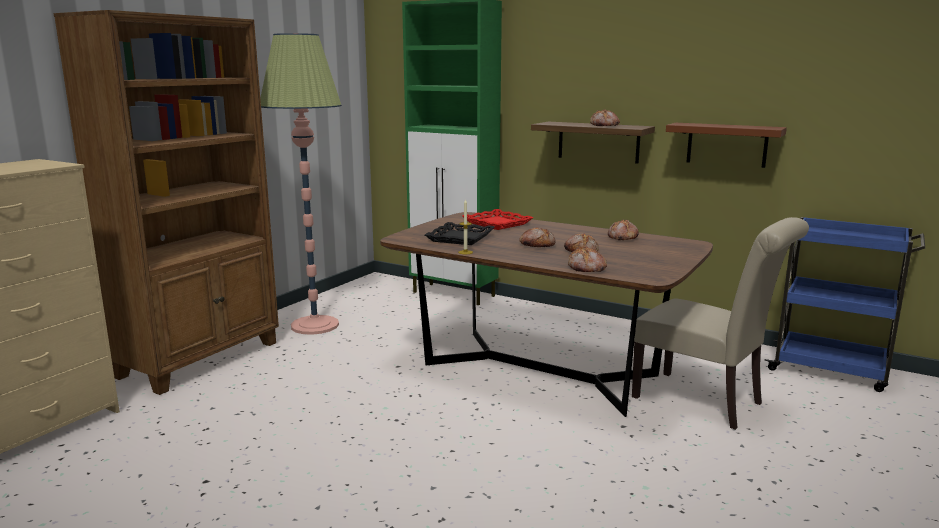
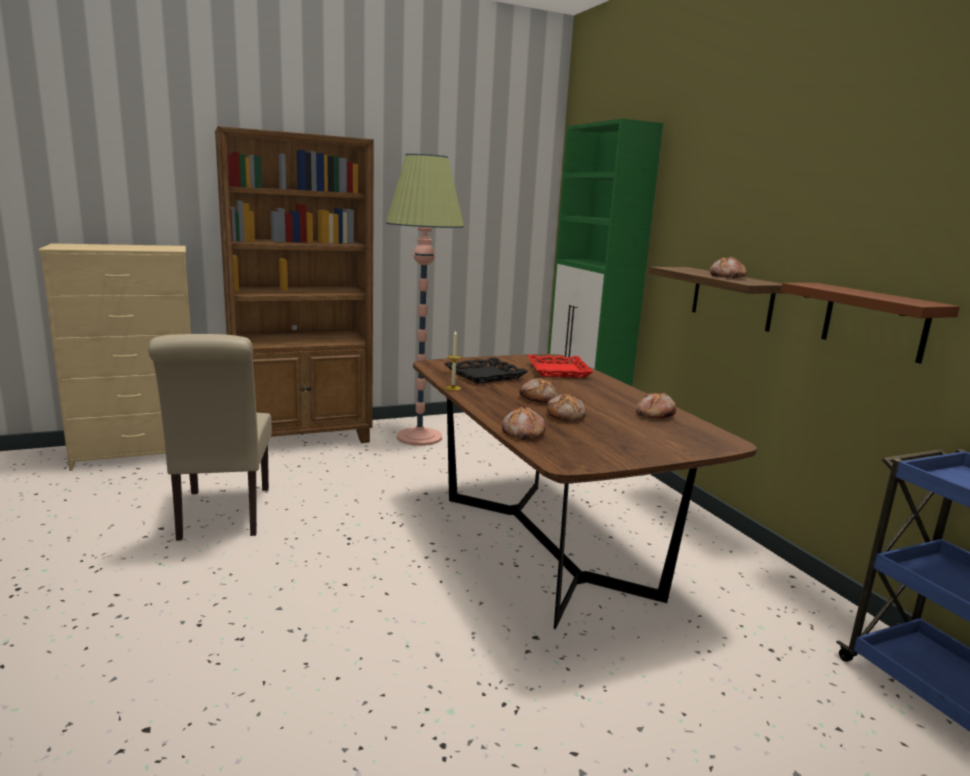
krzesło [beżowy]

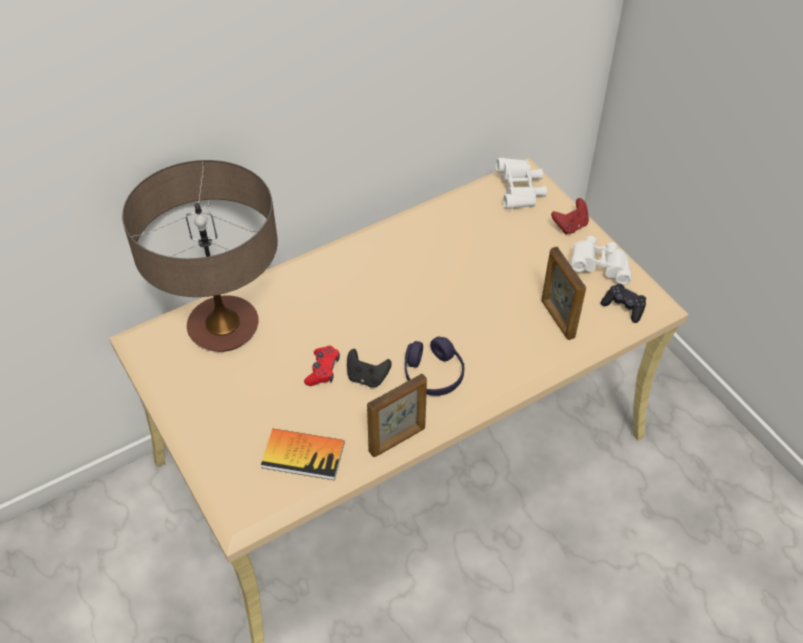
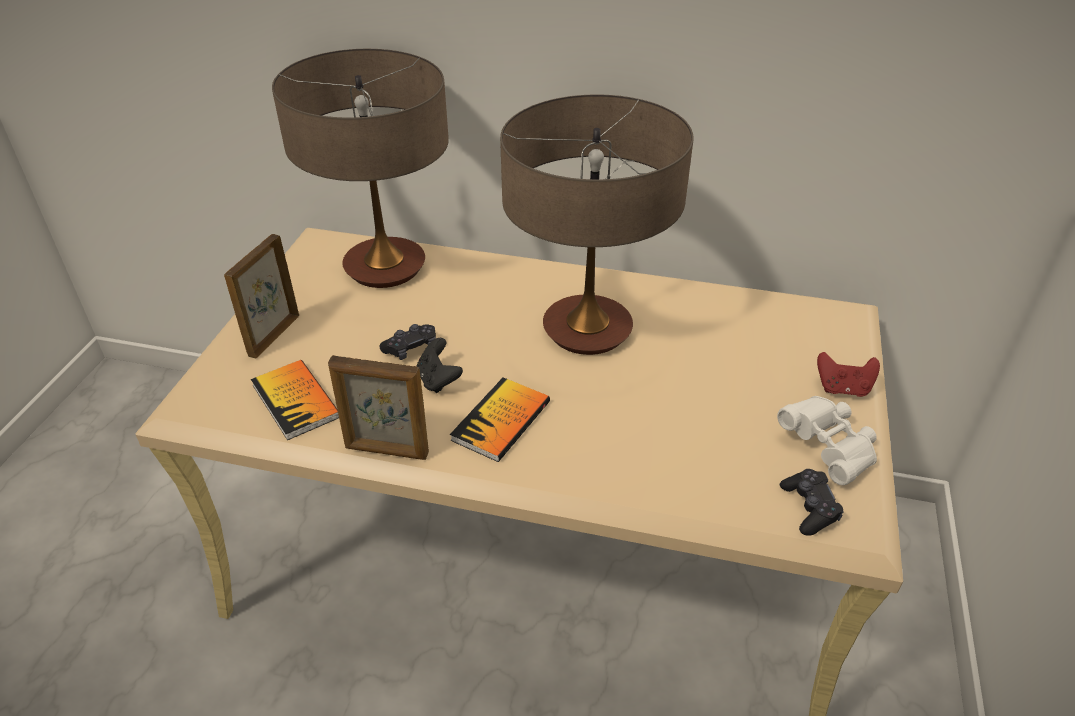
pad do gier [czarny] (1st from left); książka (2nd from left); lornetka [biały] (1st from left in the first image); ramka na zdjęcie (1st from left); lampa stołowa (2nd from left)

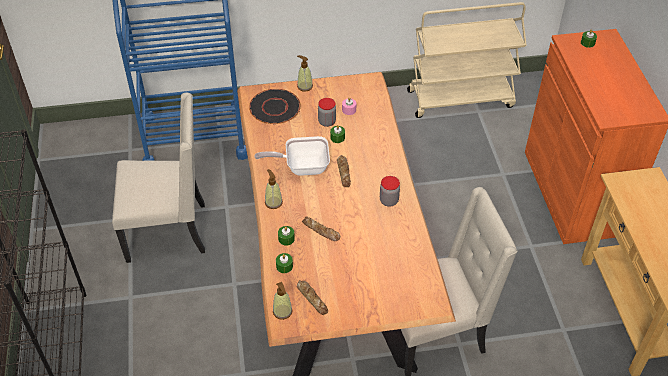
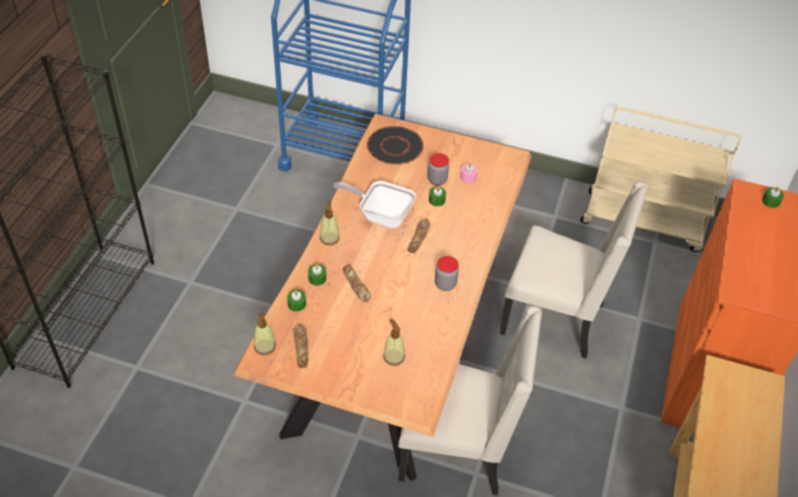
krzesło [beżowy] (2nd from left); dozownik mydła (3rd from left)

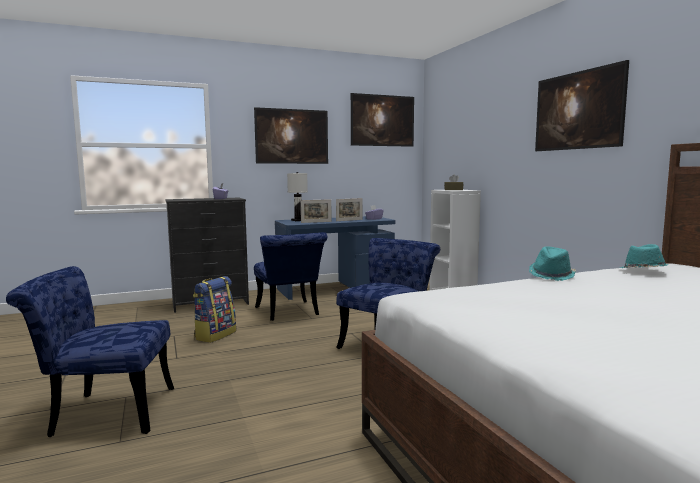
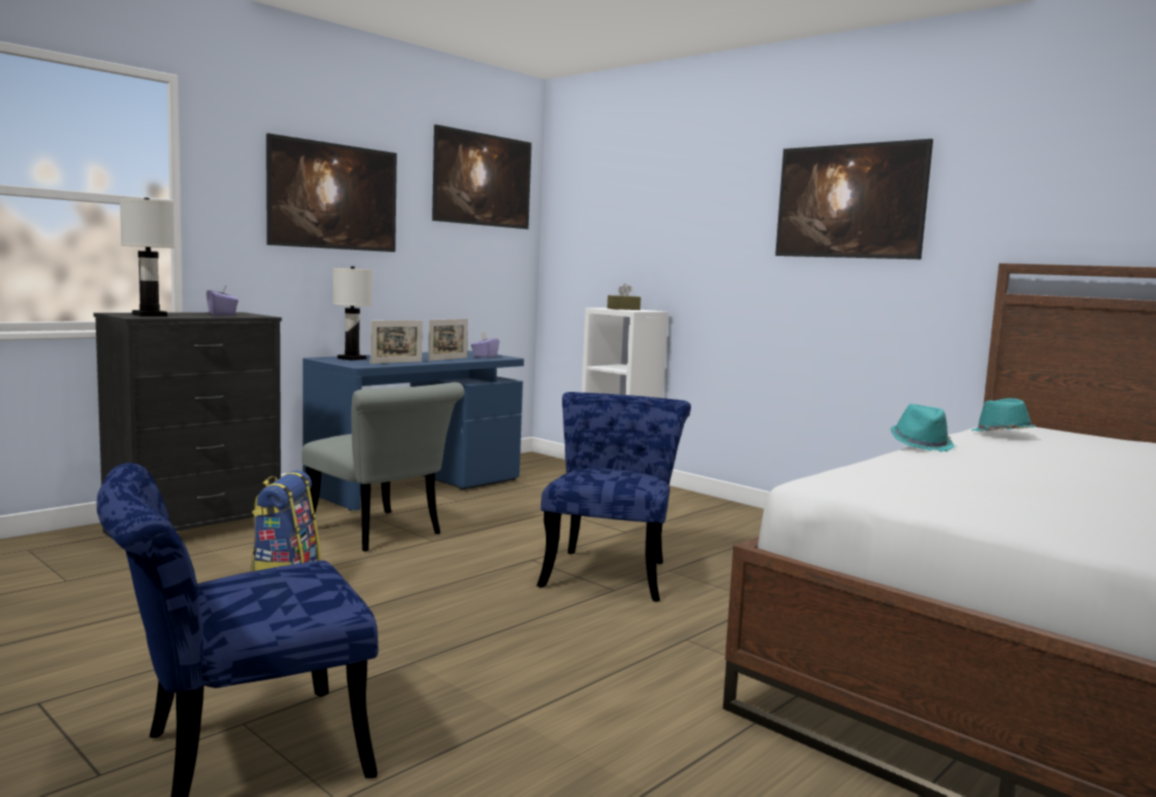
krzesło [szary]; lampa stołowa [biały] (1st from left)

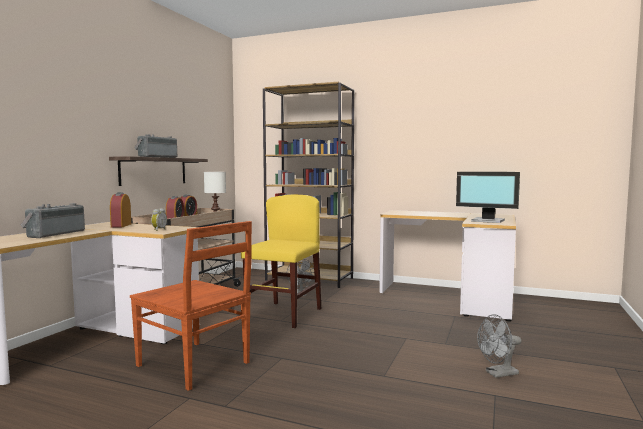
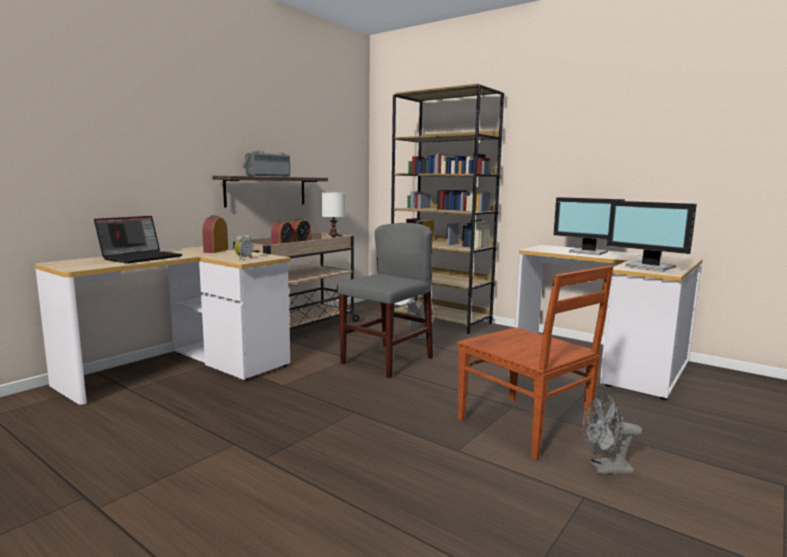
laptop; krzesło [brązowy]; krzesło [szary]; monitor (1st from left)

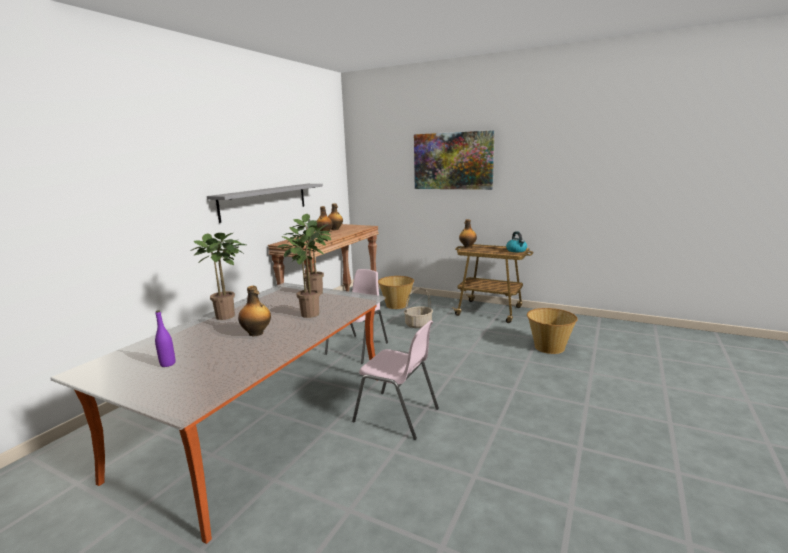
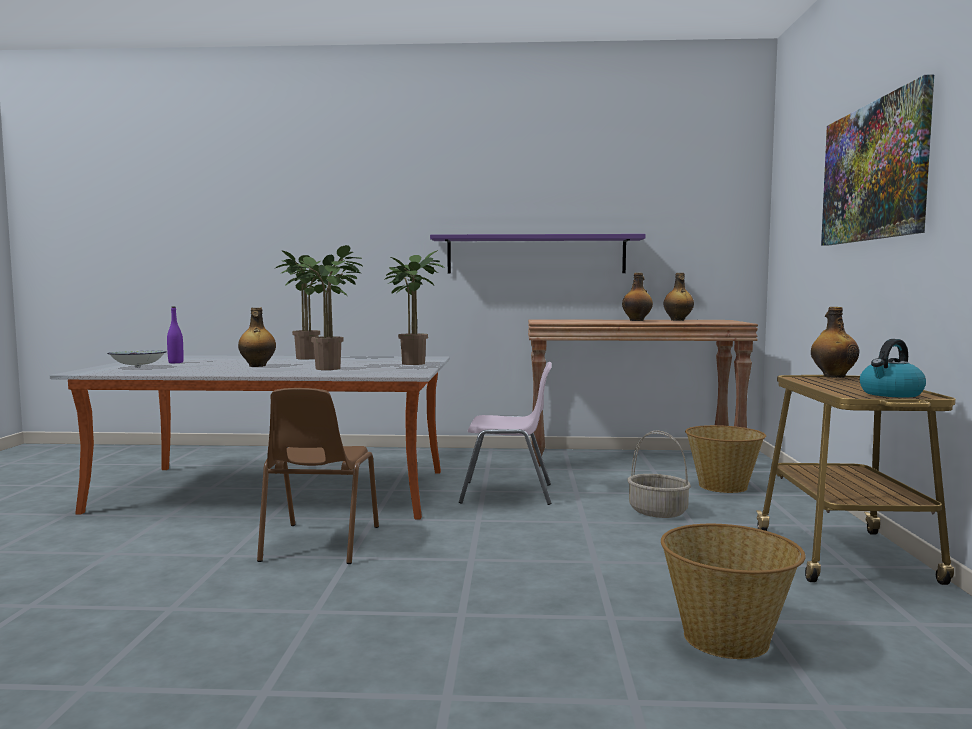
półka [fioletowy]; krzesło [brązowy]; miska

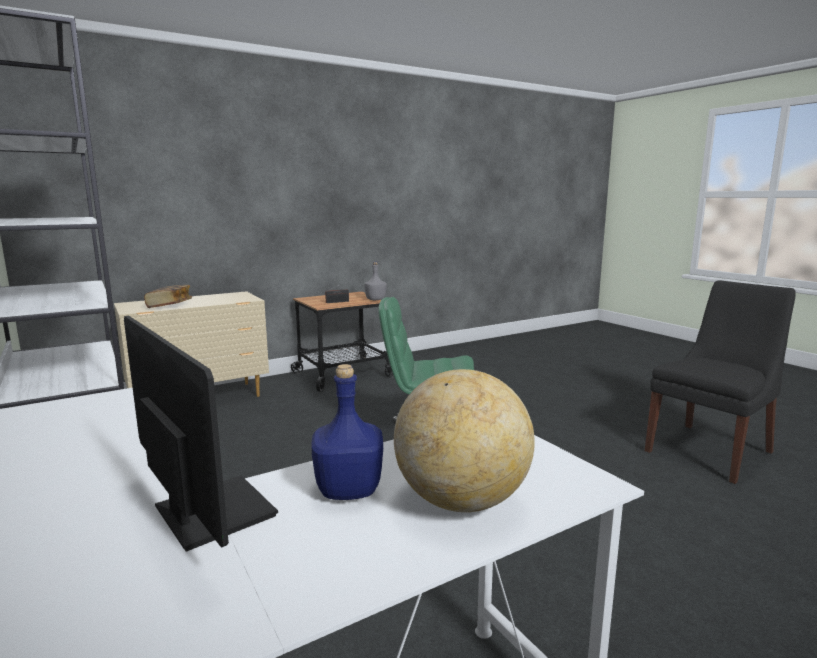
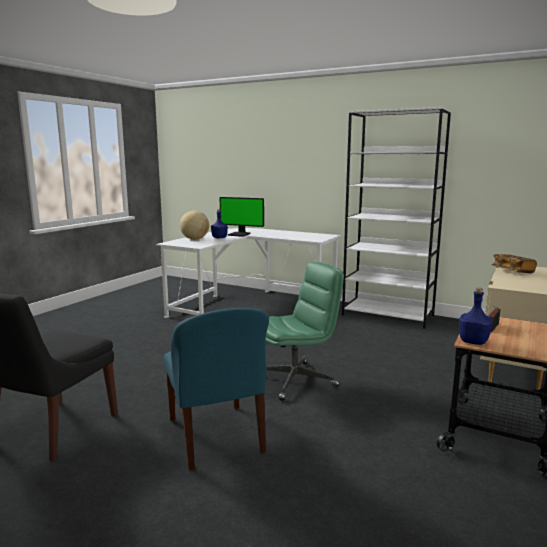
butelka [niebieski] (2nd from left); krzesło [niebieski]

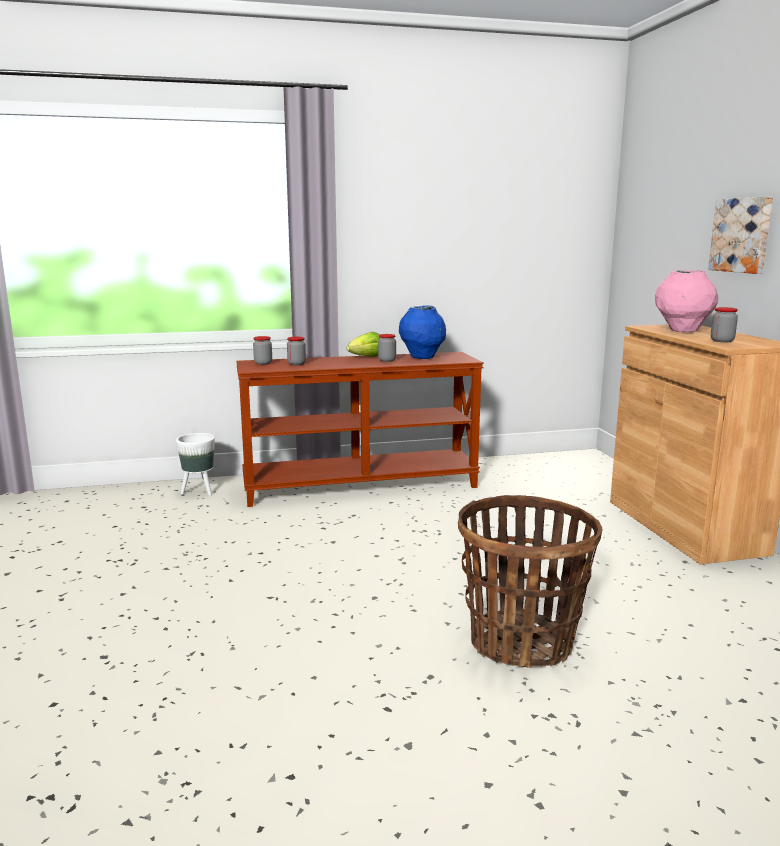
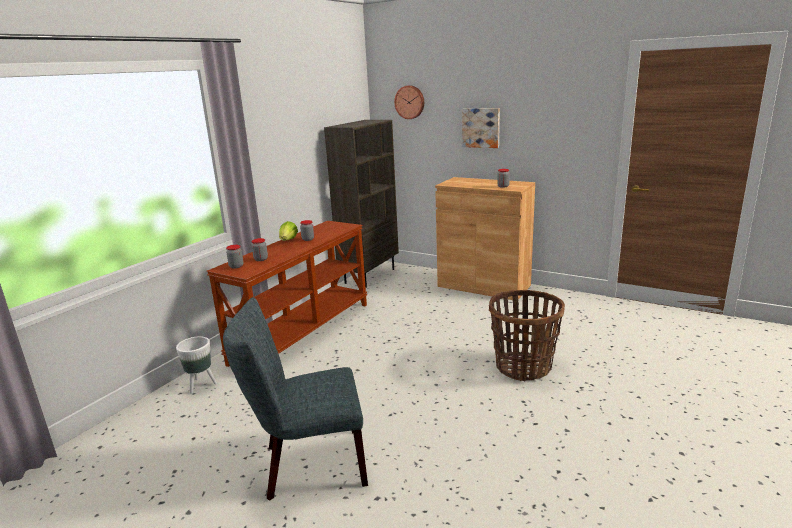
wazon [niebieski]; wazon [różowy]; krzesło [szary]; regał [brązowy]; zegar ścienny

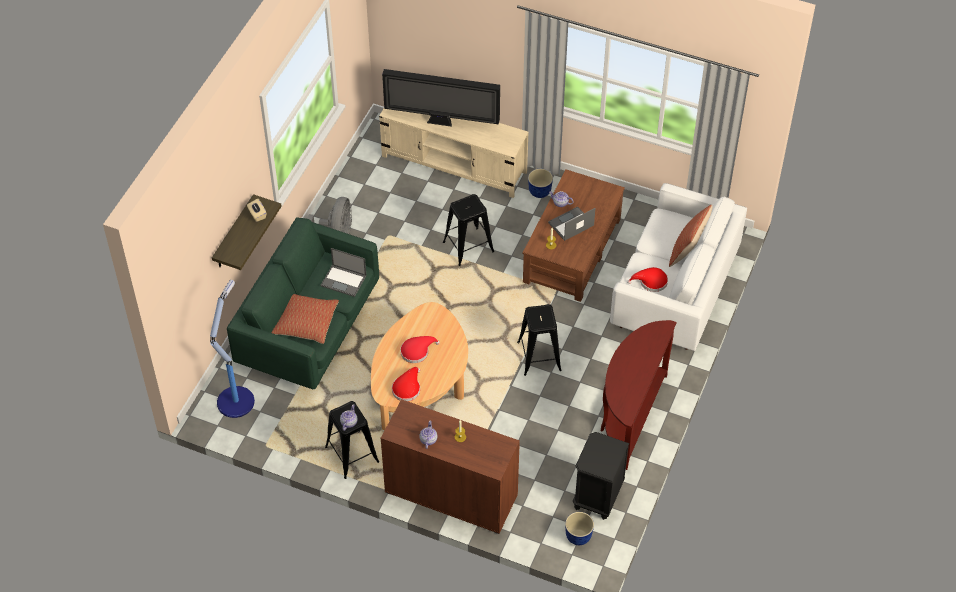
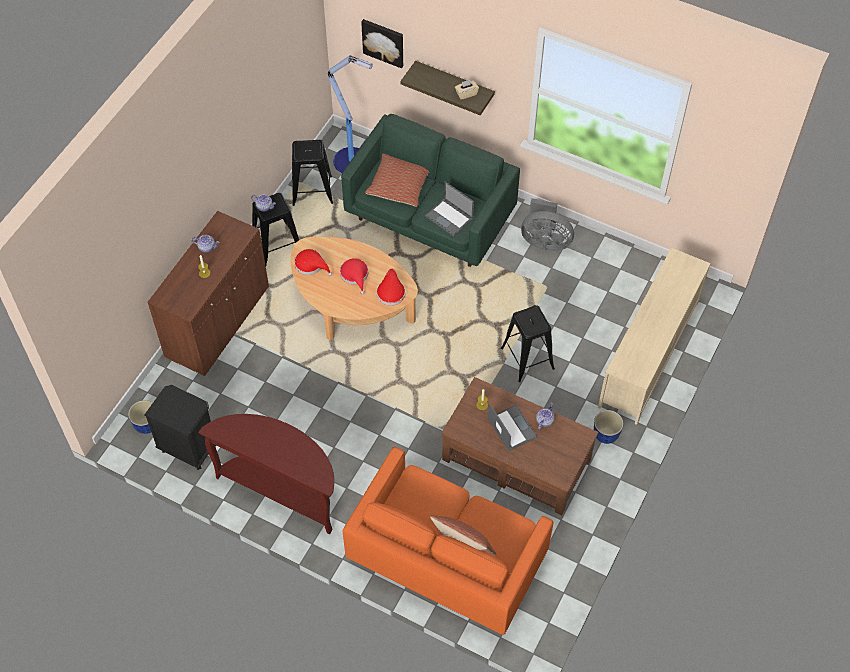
laptop (1st from left); telewizor; stołek [czarny] (2nd from left); kanapa [pomarańczowy]; kapelusz [czerwony] (3rd from left); obraz

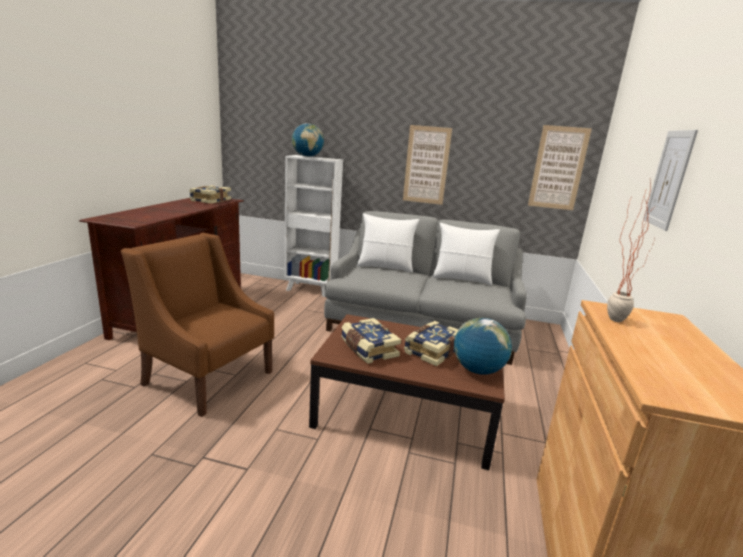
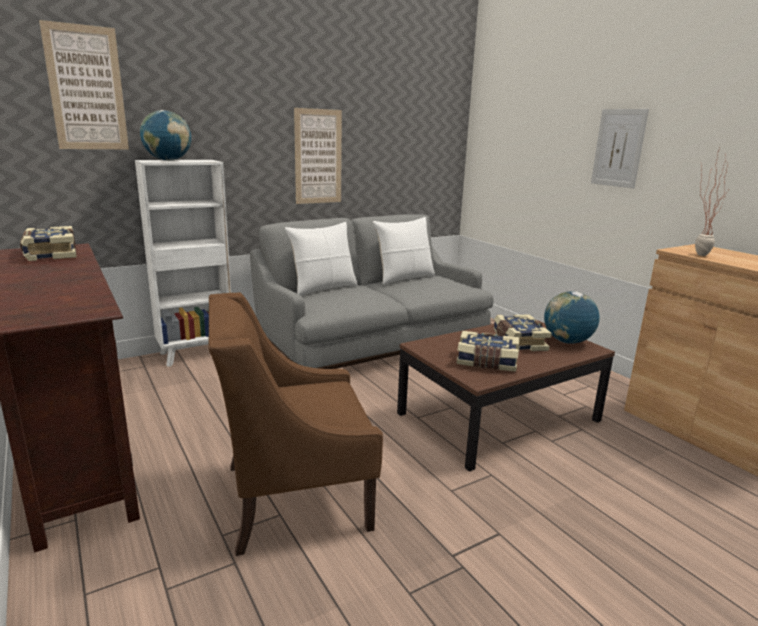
obraz (1st from left)

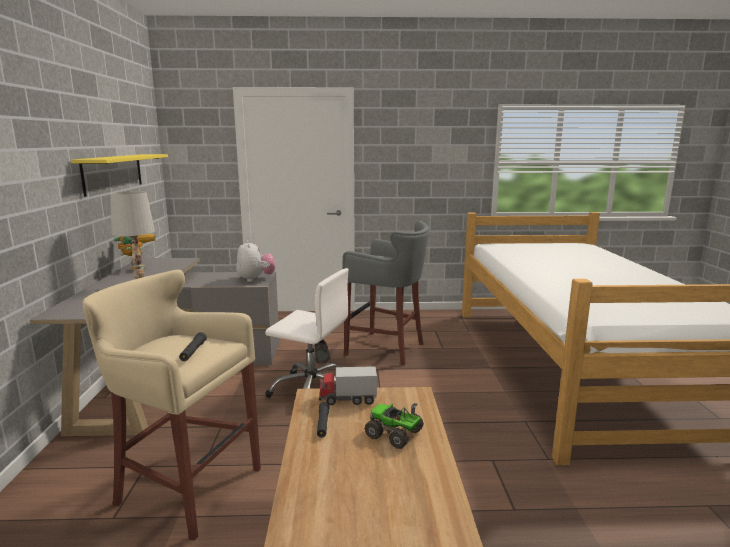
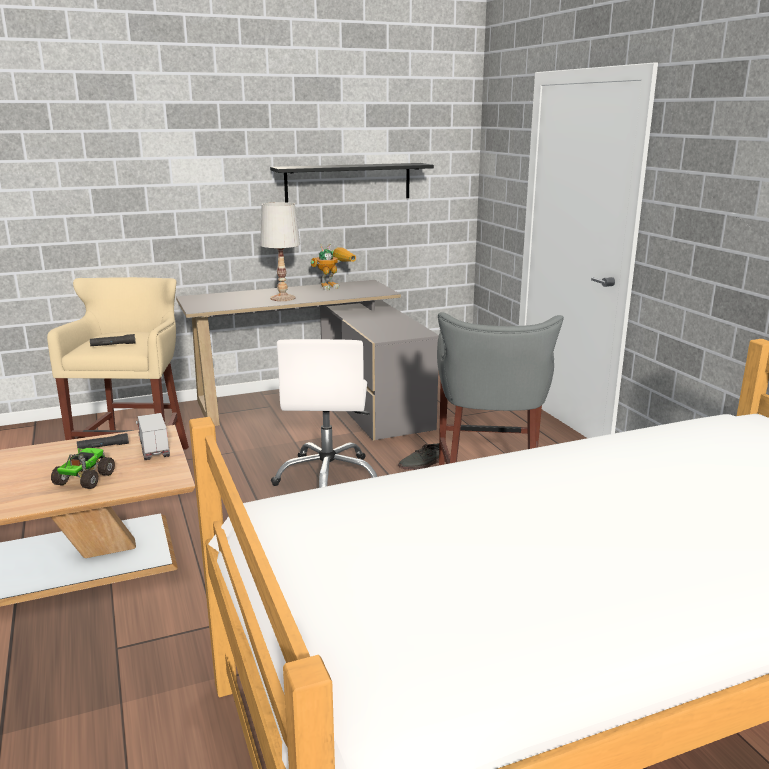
półka [czarny]; pluszak

